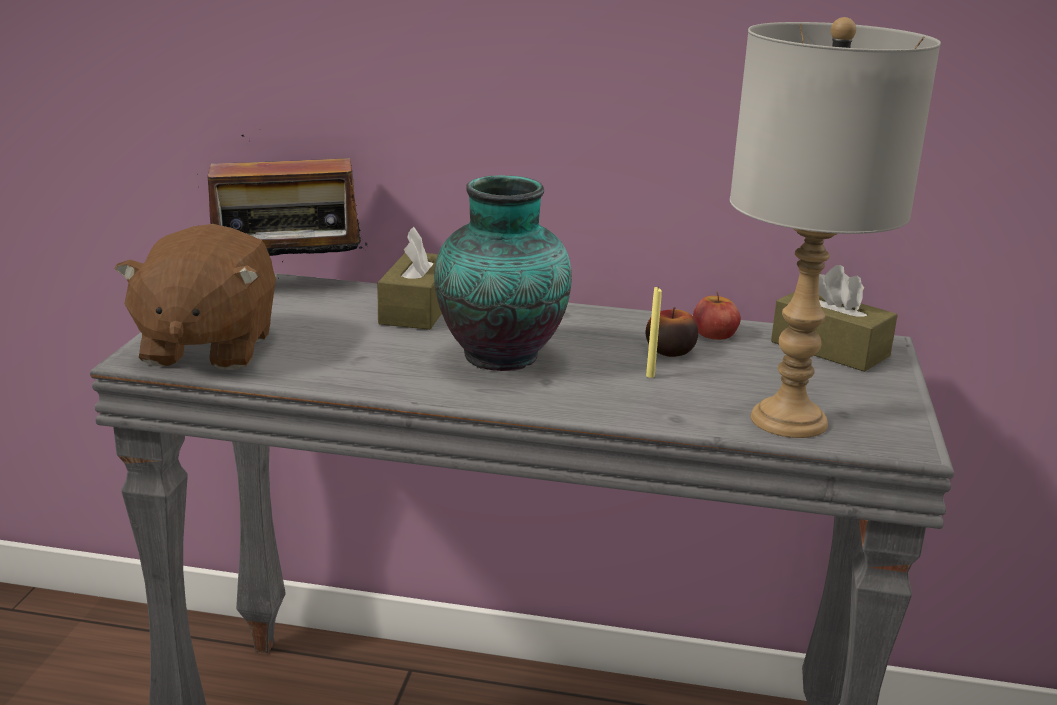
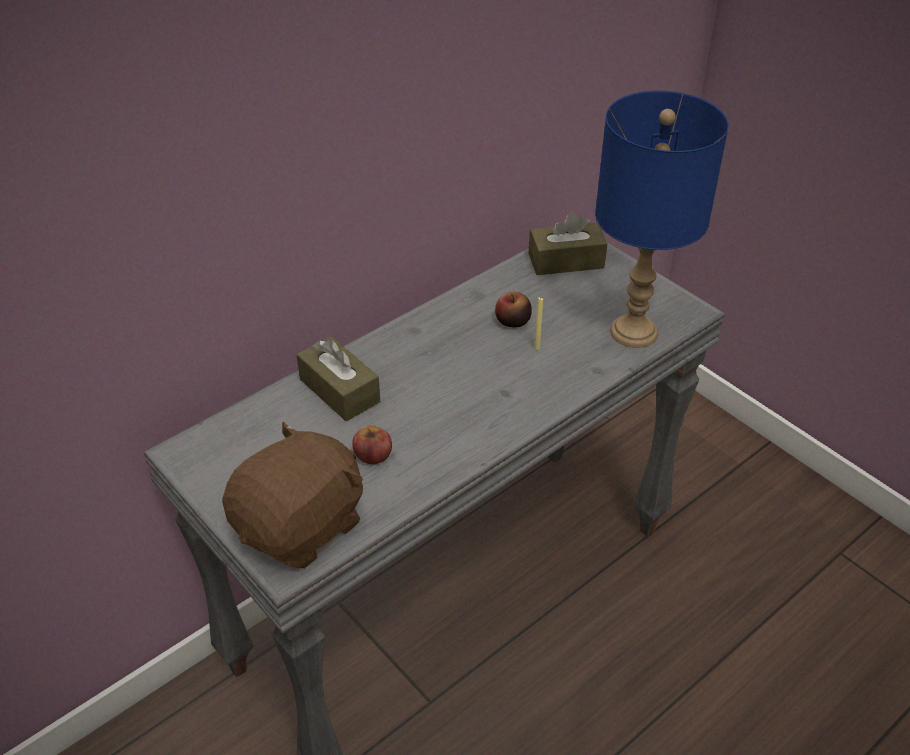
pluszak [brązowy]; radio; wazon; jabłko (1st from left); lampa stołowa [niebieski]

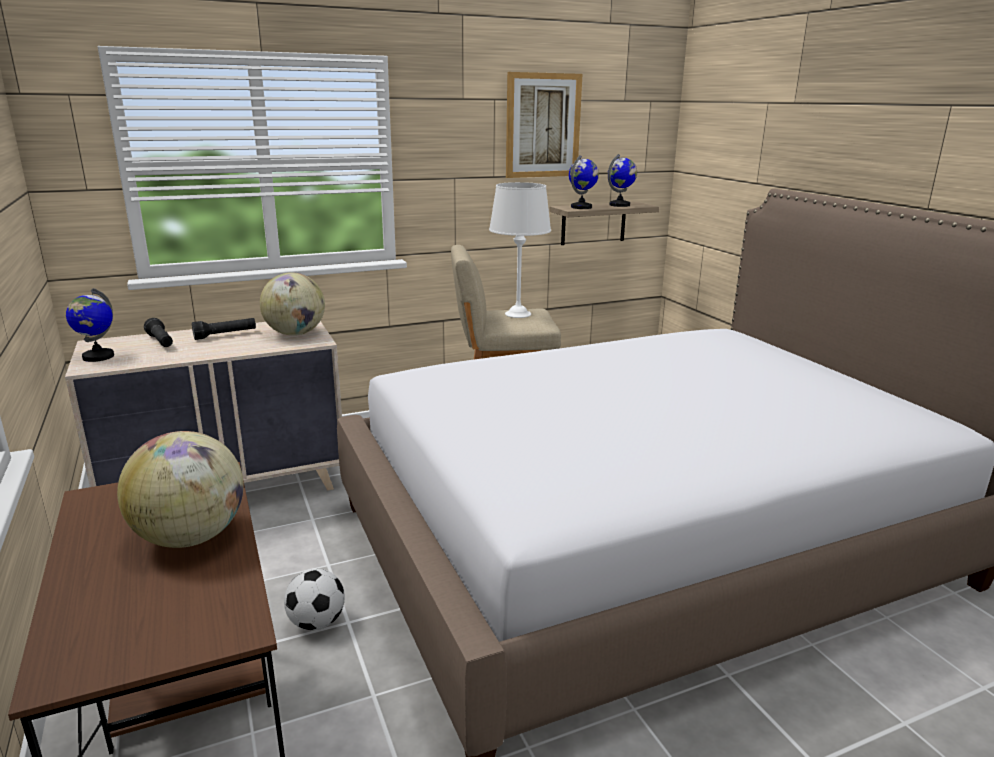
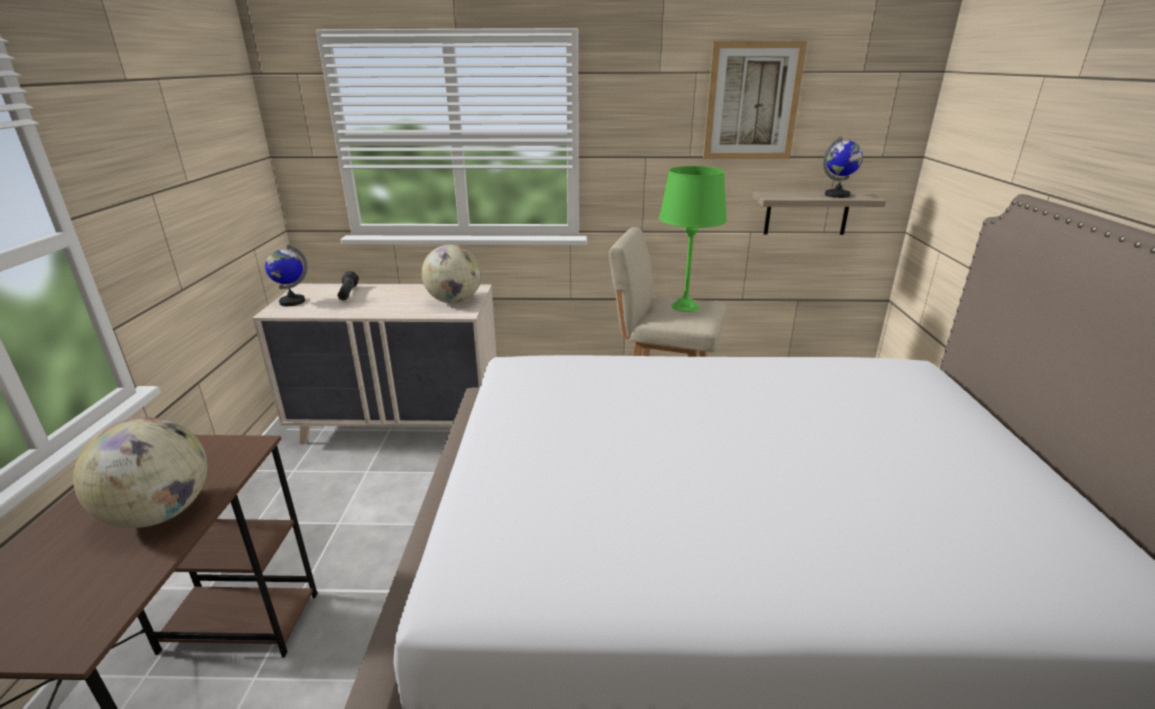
latarka [czarny] (2nd from left in the first image); piłka futbolowa; lampa stołowa [zielony]; globus (4th from left in the first image)

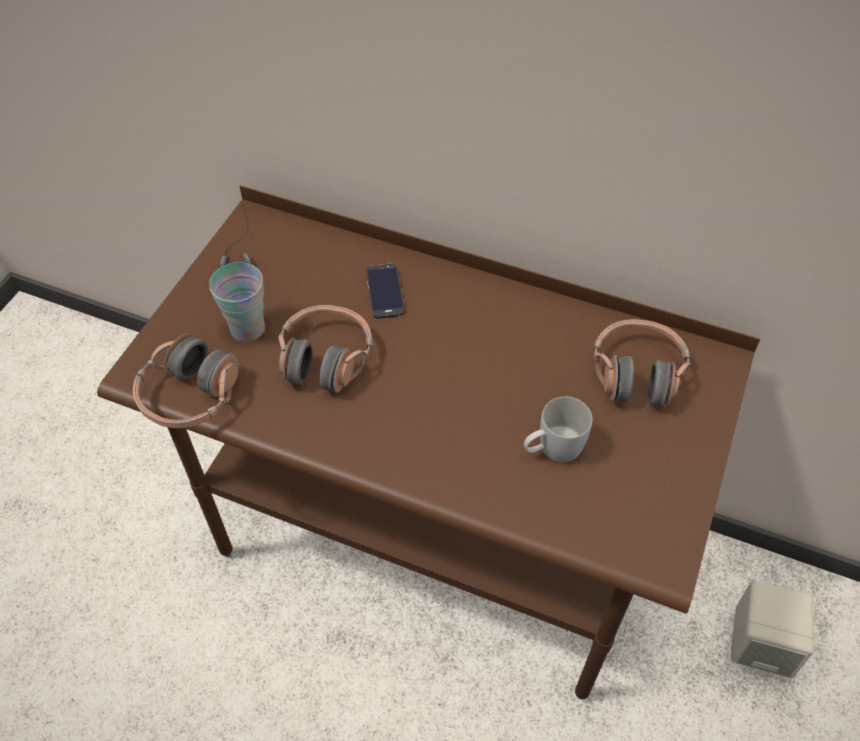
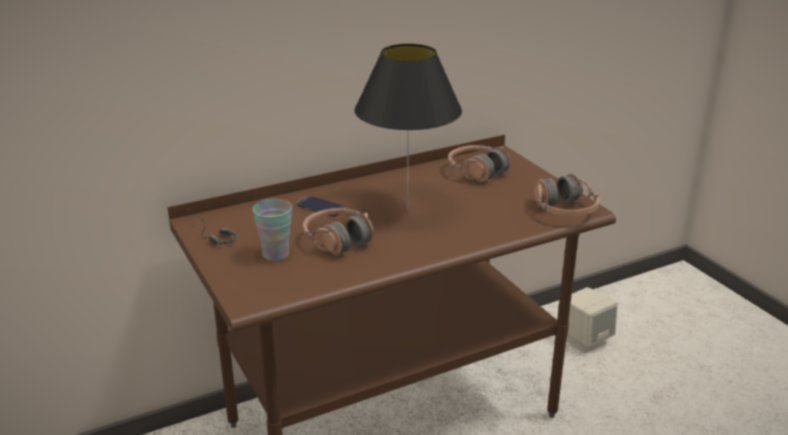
słuchawki (4th from left); kubek [biały]; lampa stołowa [czarny]

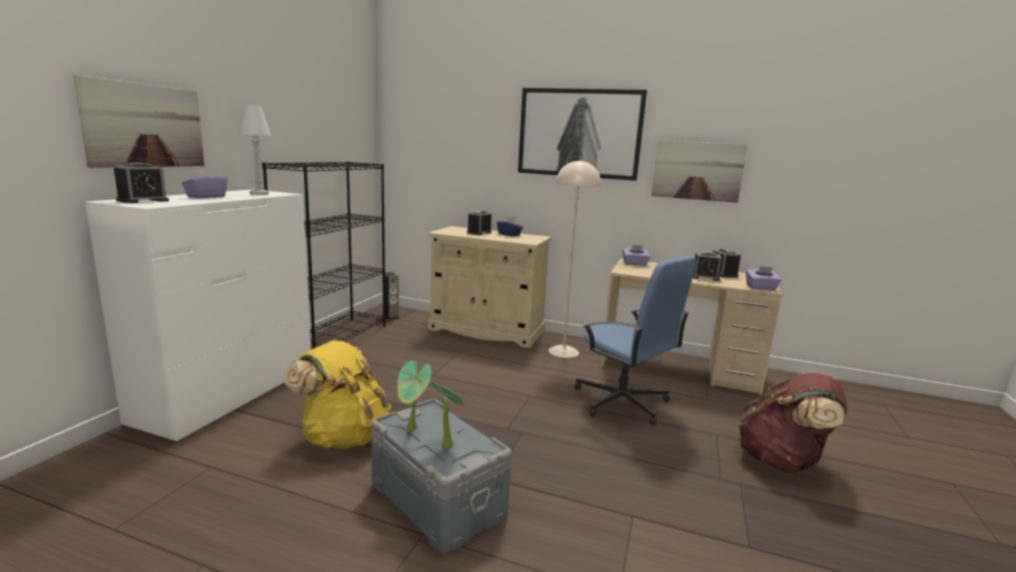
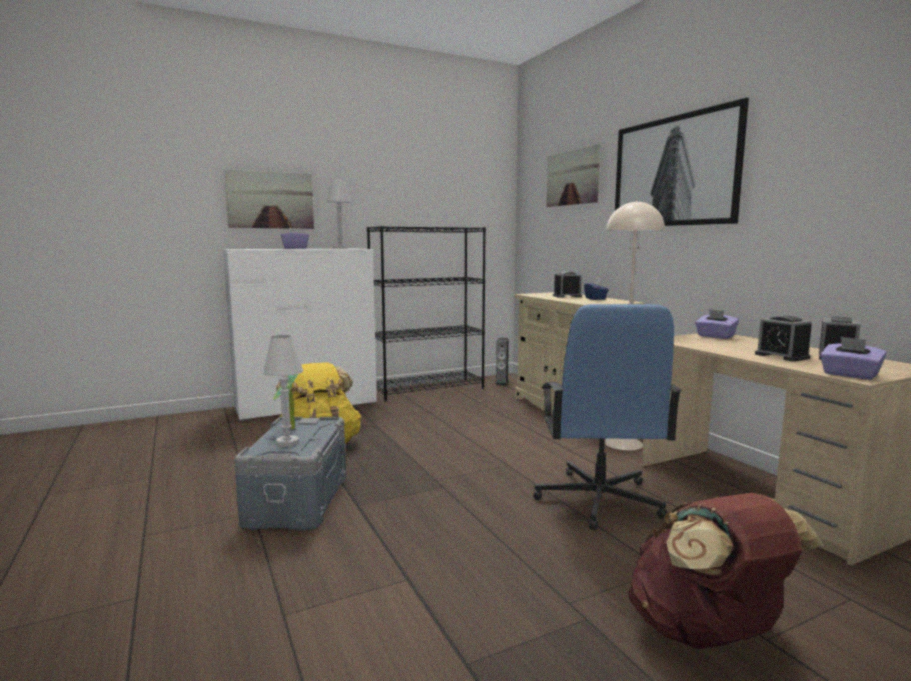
budzik (1st from left in the first image); lampa stołowa [biały] (1st from left); obraz (2nd from left)

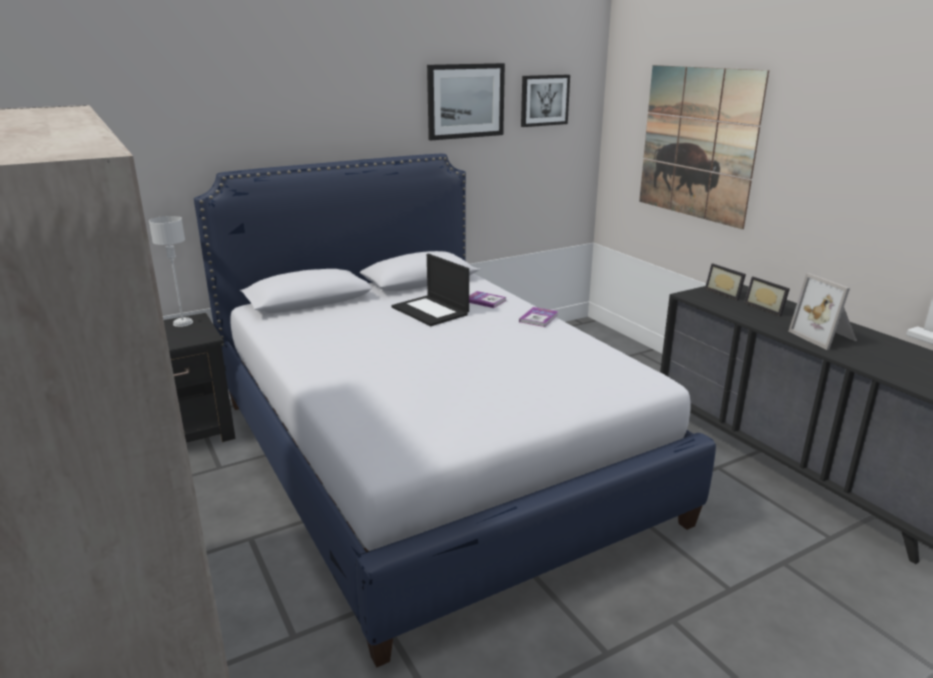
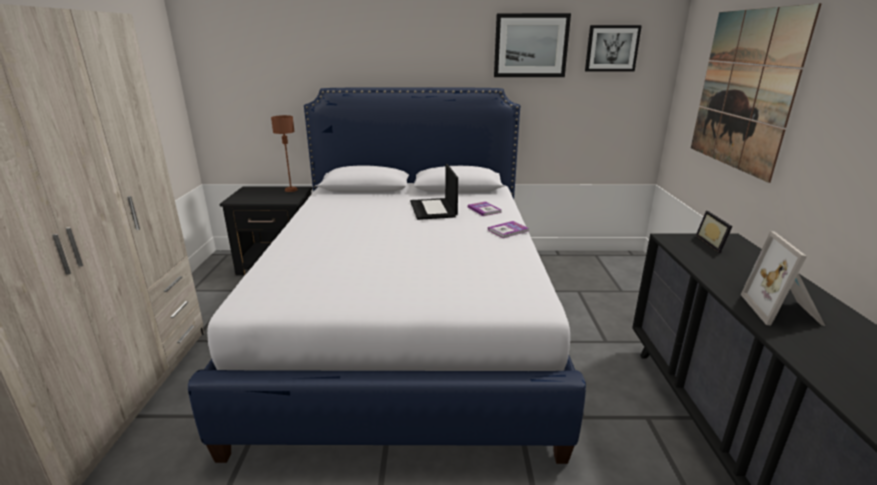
lampa stołowa [brązowy]; ramka na zdjęcie (2nd from left in the first image)

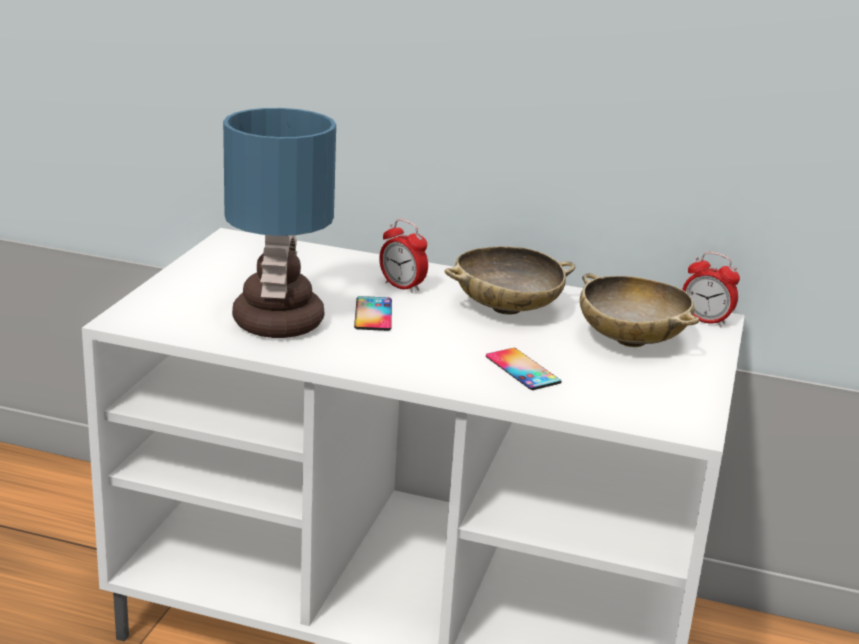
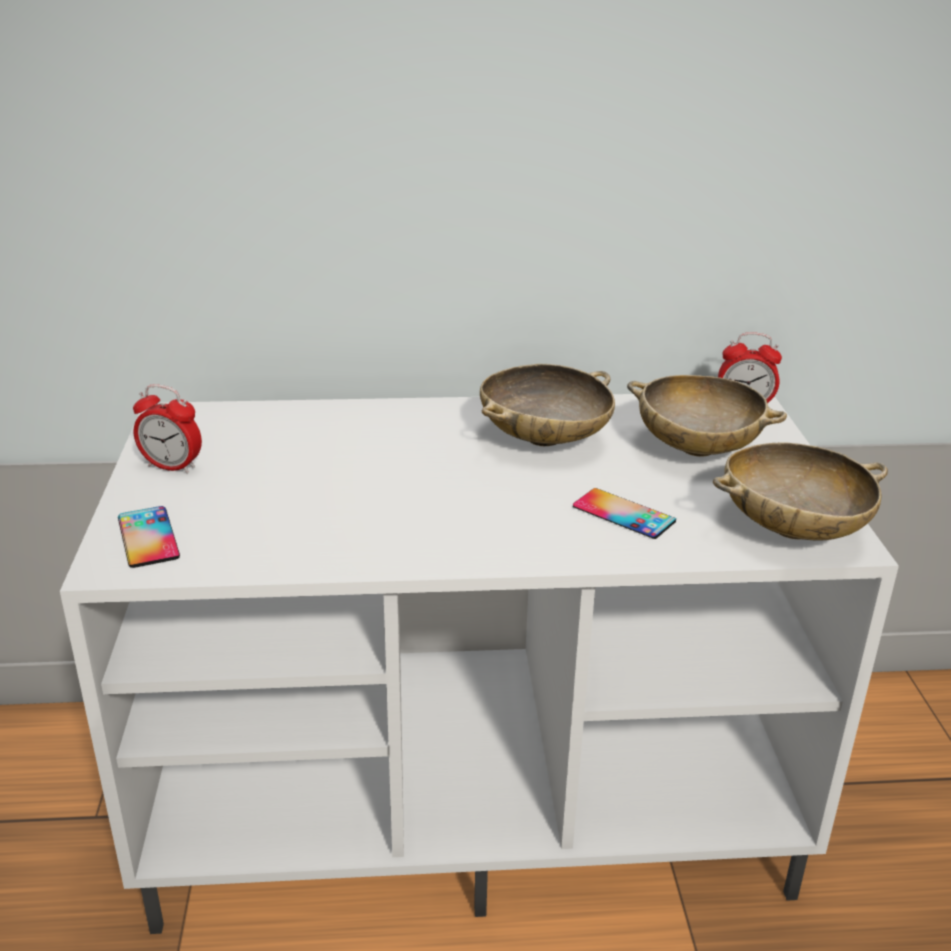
lampa stołowa; telefon (1st from left); budzik (1st from left); miska [beżowy] (3rd from left)

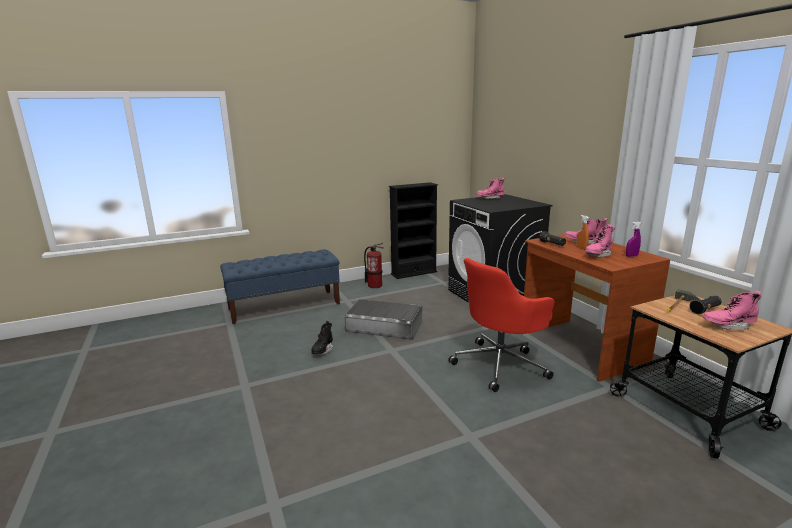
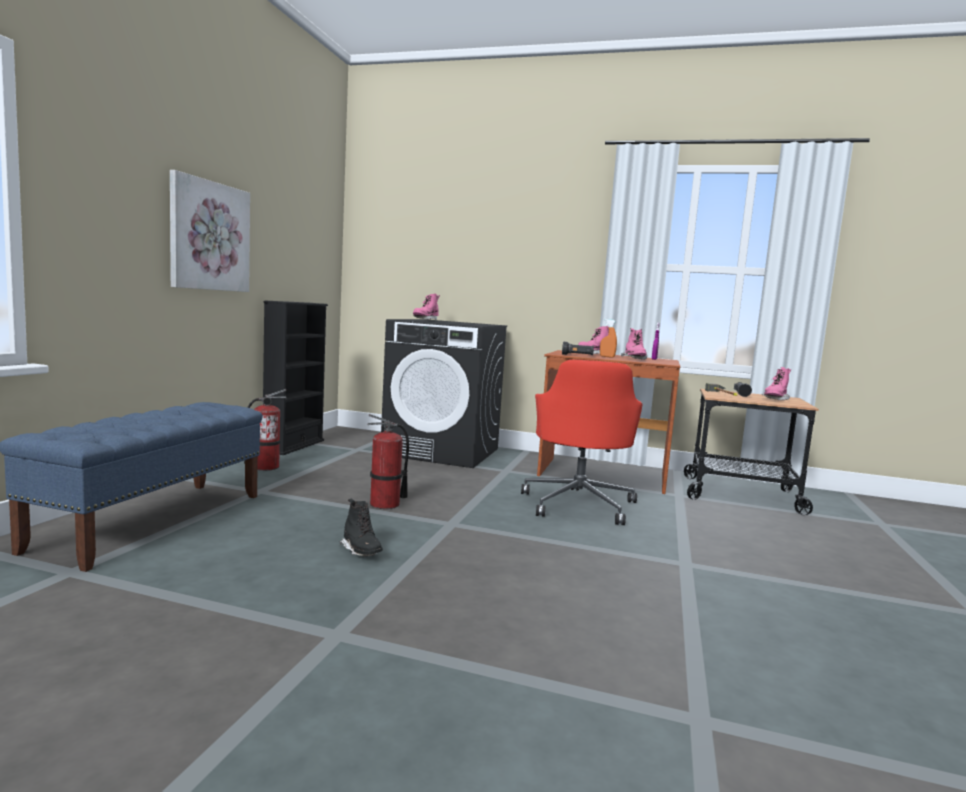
gaśnica (2nd from left); obraz

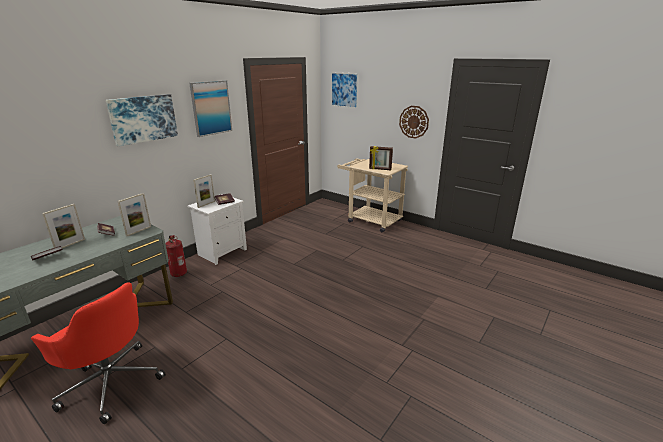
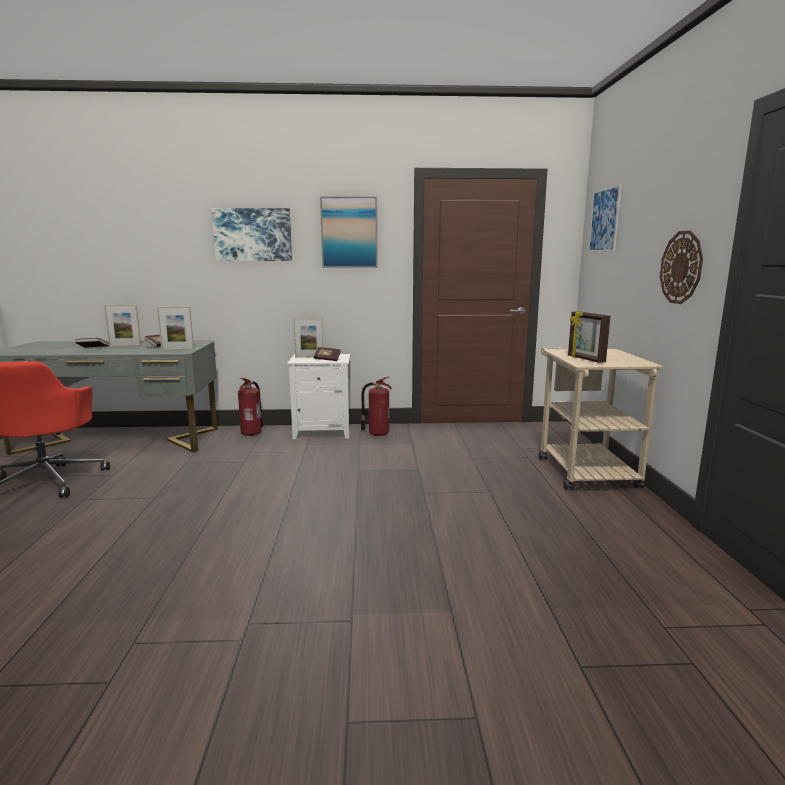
gaśnica (2nd from left)

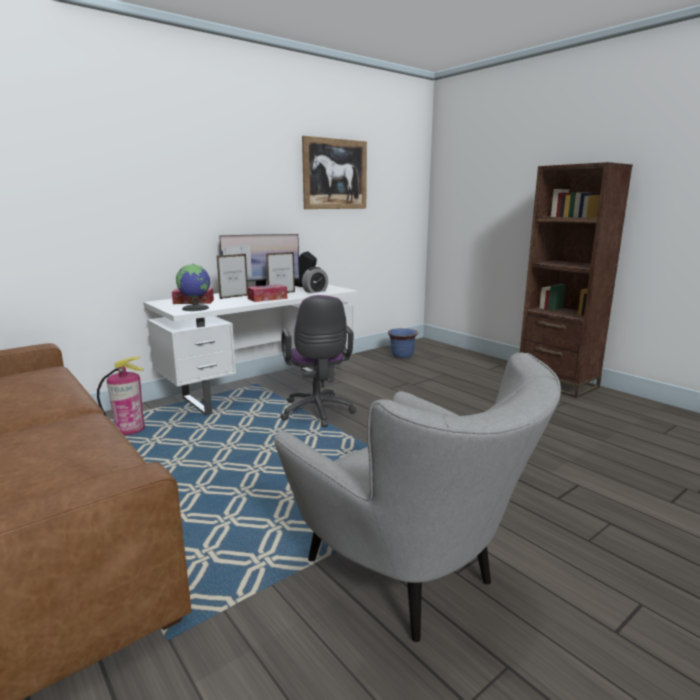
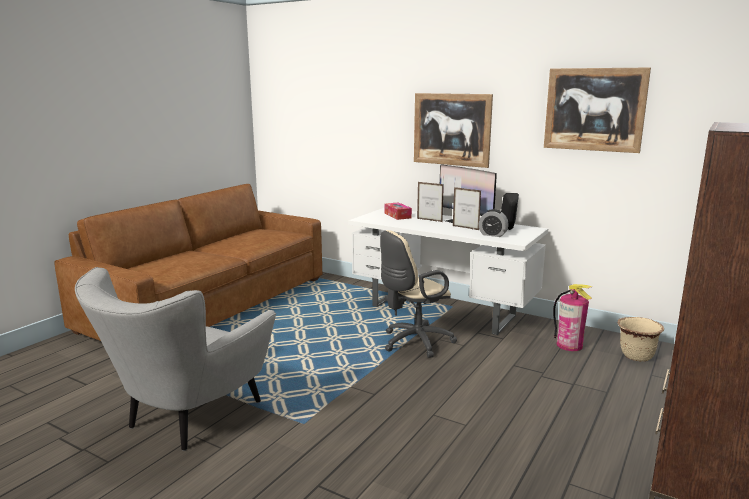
gaśnica; globus; pudełko chusteczek (2nd from left in the first image); krzesło biurowe [beżowy]; donica [beżowy]; obraz (1st from left)

